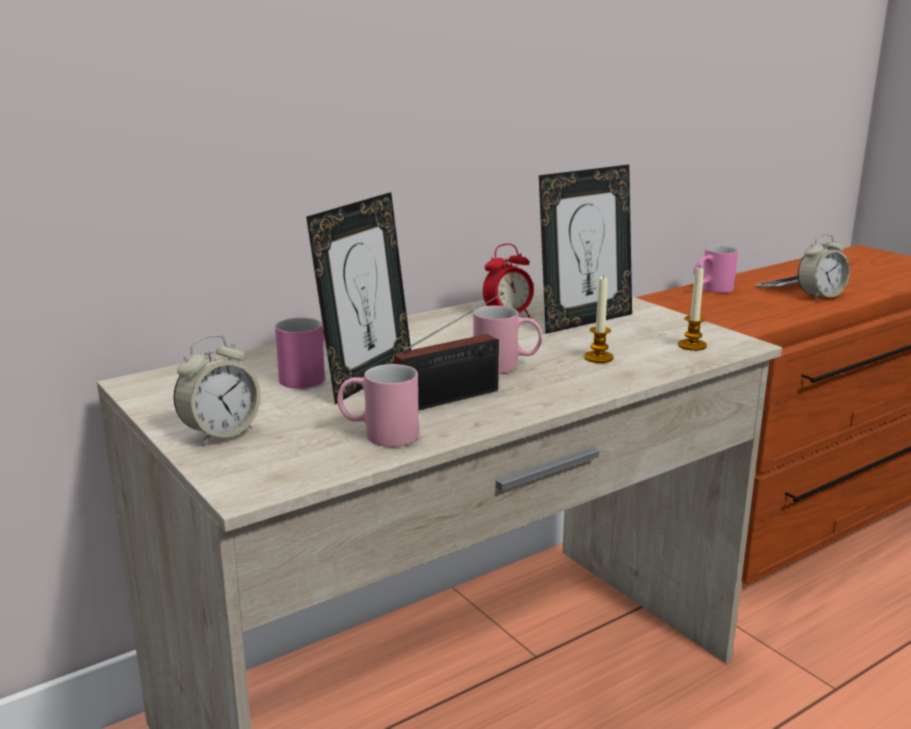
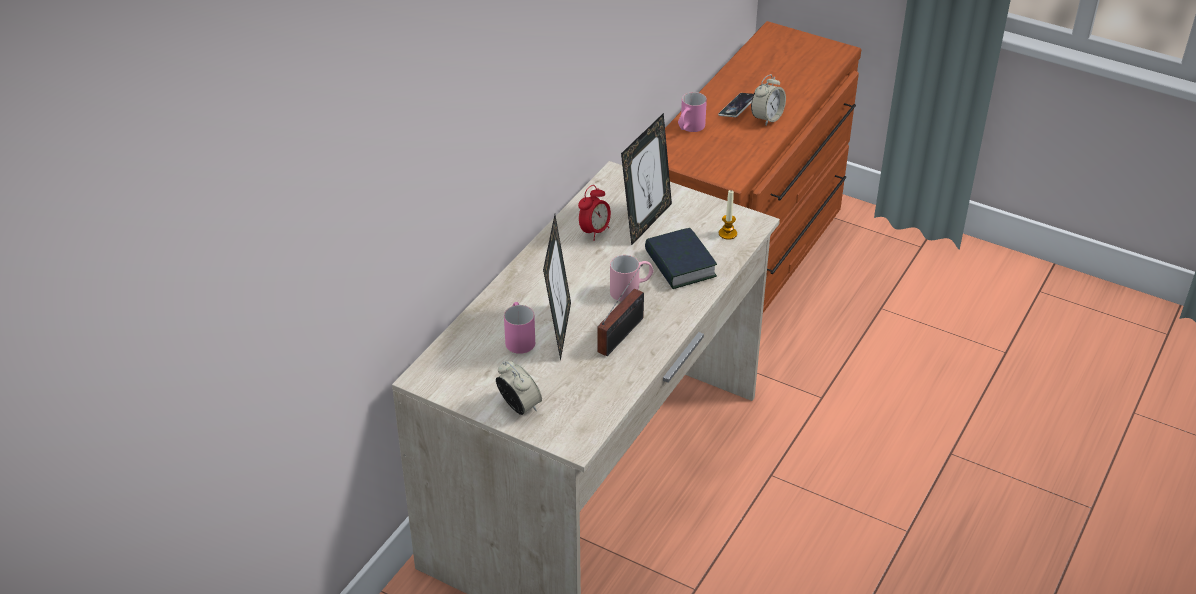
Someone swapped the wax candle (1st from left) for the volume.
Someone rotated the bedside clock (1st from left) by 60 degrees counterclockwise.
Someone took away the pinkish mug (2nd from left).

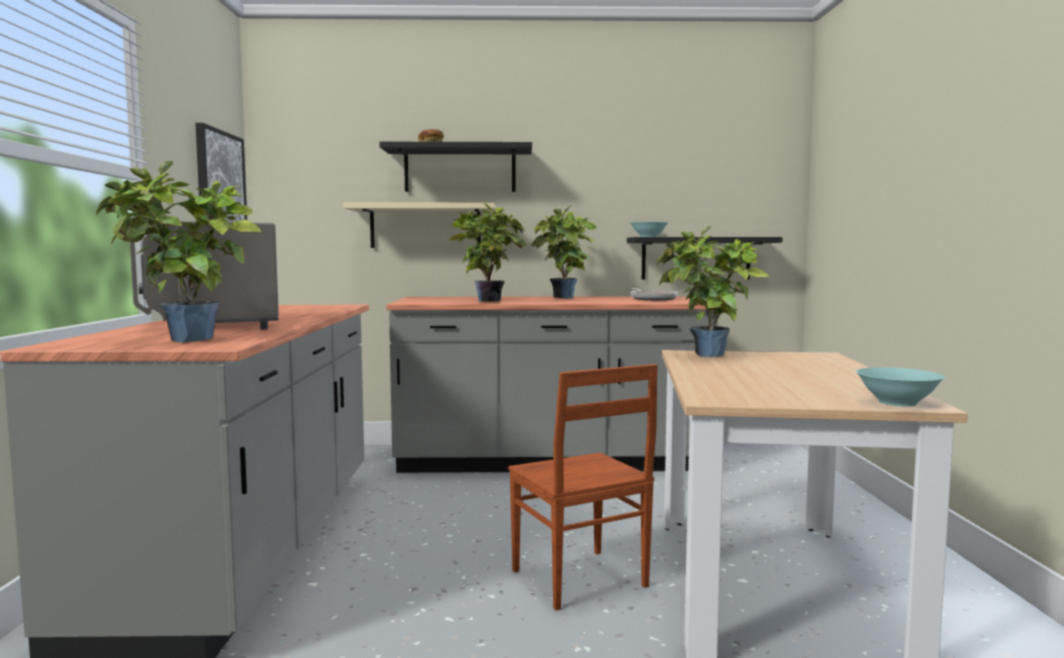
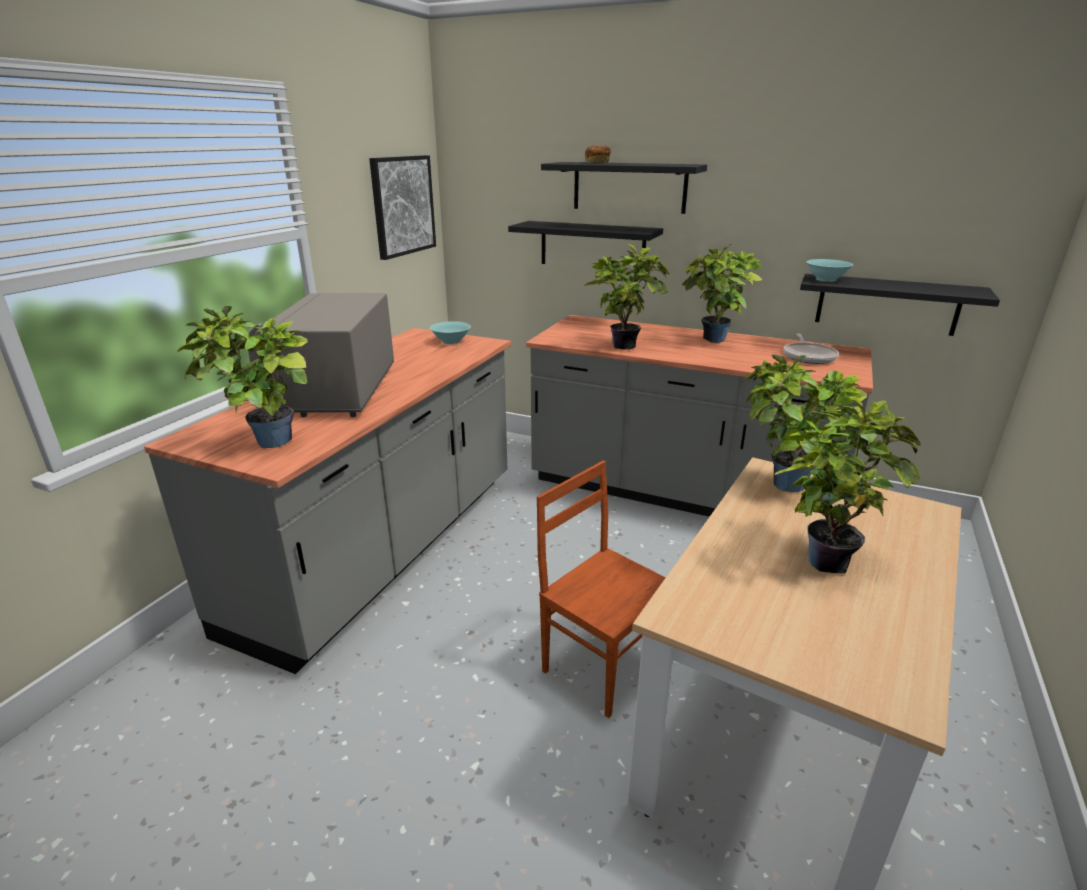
Someone repainted the sand-coloured shelf, which became the black shelf (1st from left).
Someone rotated the brownish upright chair by 135 degrees clockwise.
Someone carried the turquoise bowl (2nd from left in the first image).
Someone put down the potted plant (5th from left).

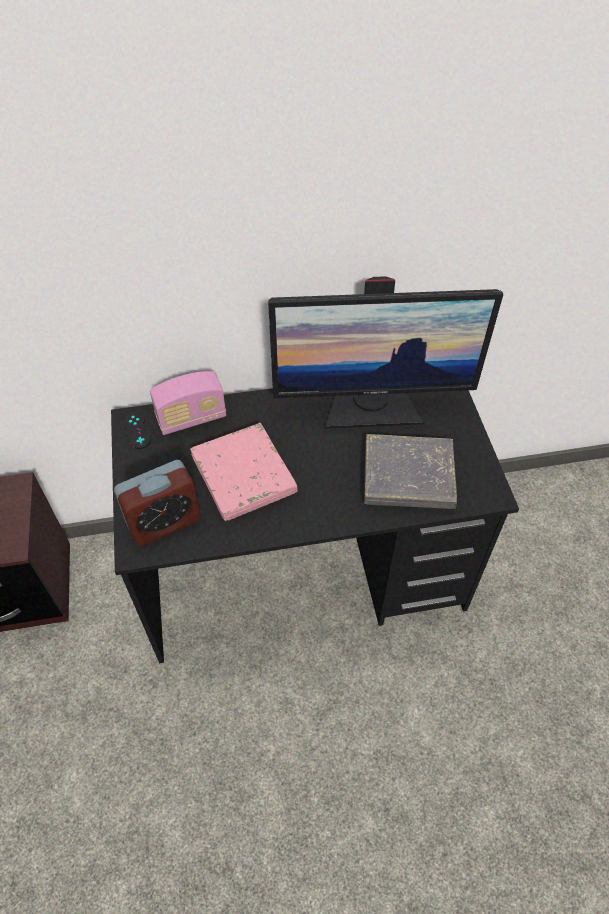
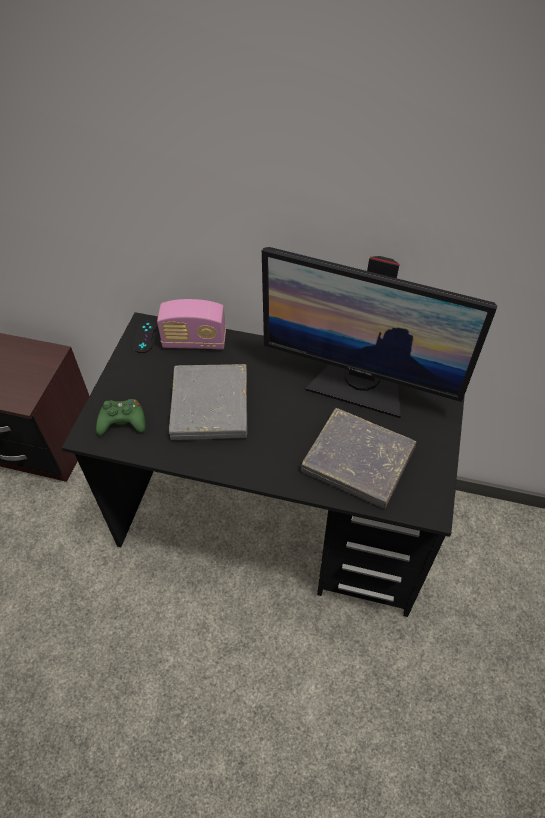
Someone repainted the pinkish volume, which became the grey volume (1st from left).
Someone swapped the bedside clock for the green-coloured gamepad.

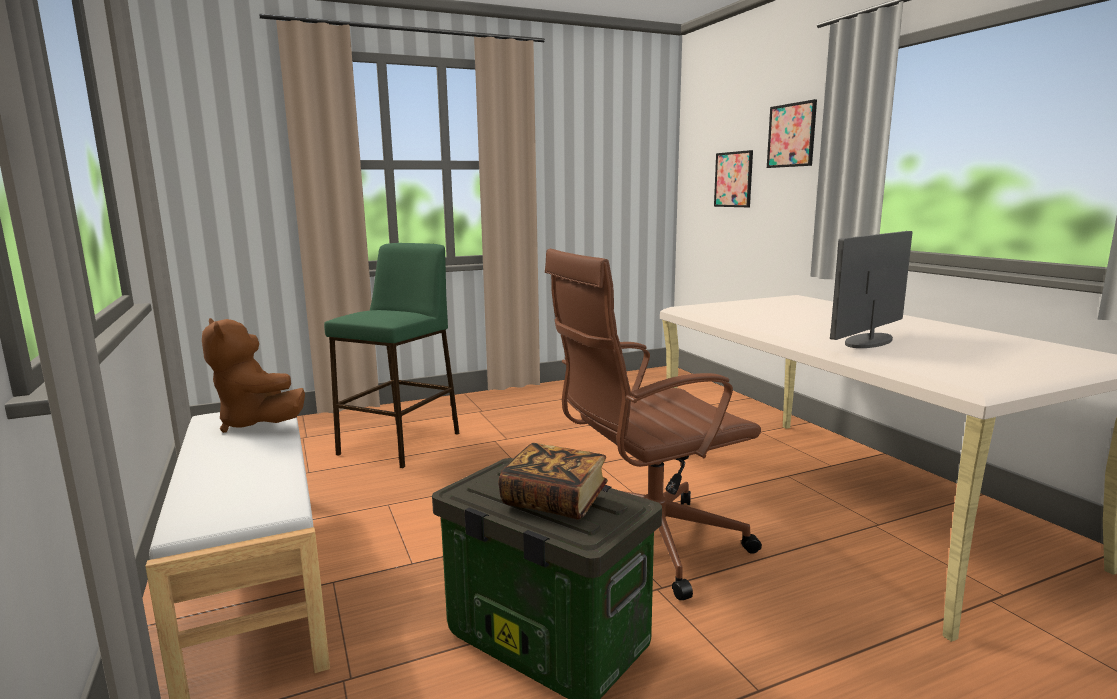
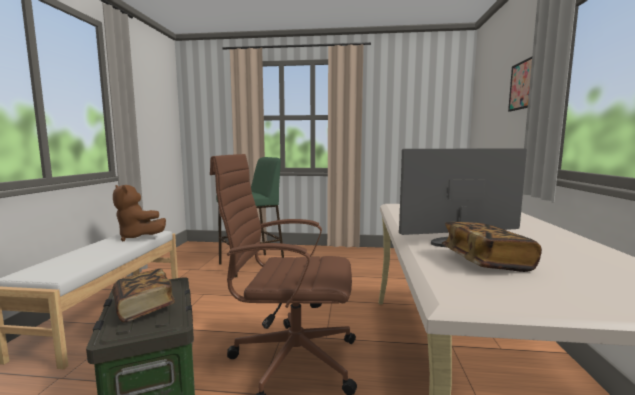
Someone took away the wall picture (1st from left).
Someone rotated the brownish soft toy by 45 degrees counterclockwise.
Someone put down the volume (2nd from left).

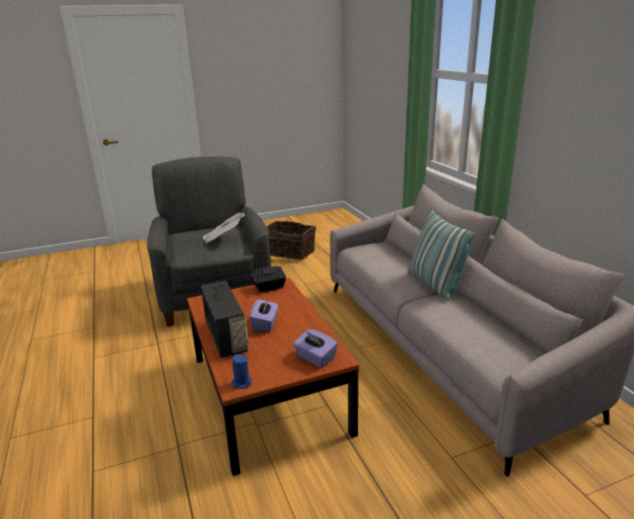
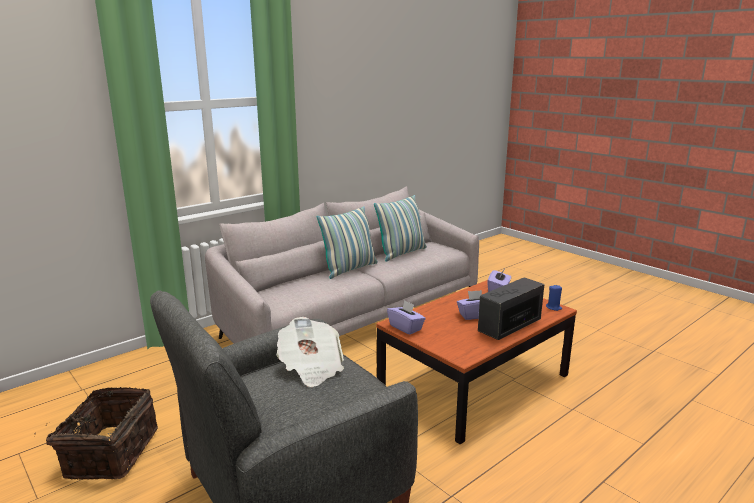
Someone repainted the black tissue box, which became the purplish tissue box (1st from left).
Someone put down the pillow (2nd from left).

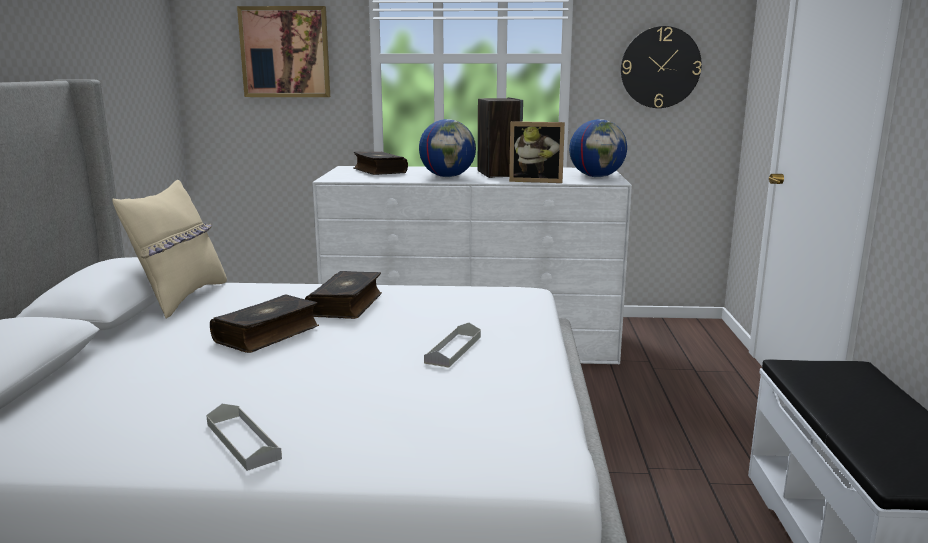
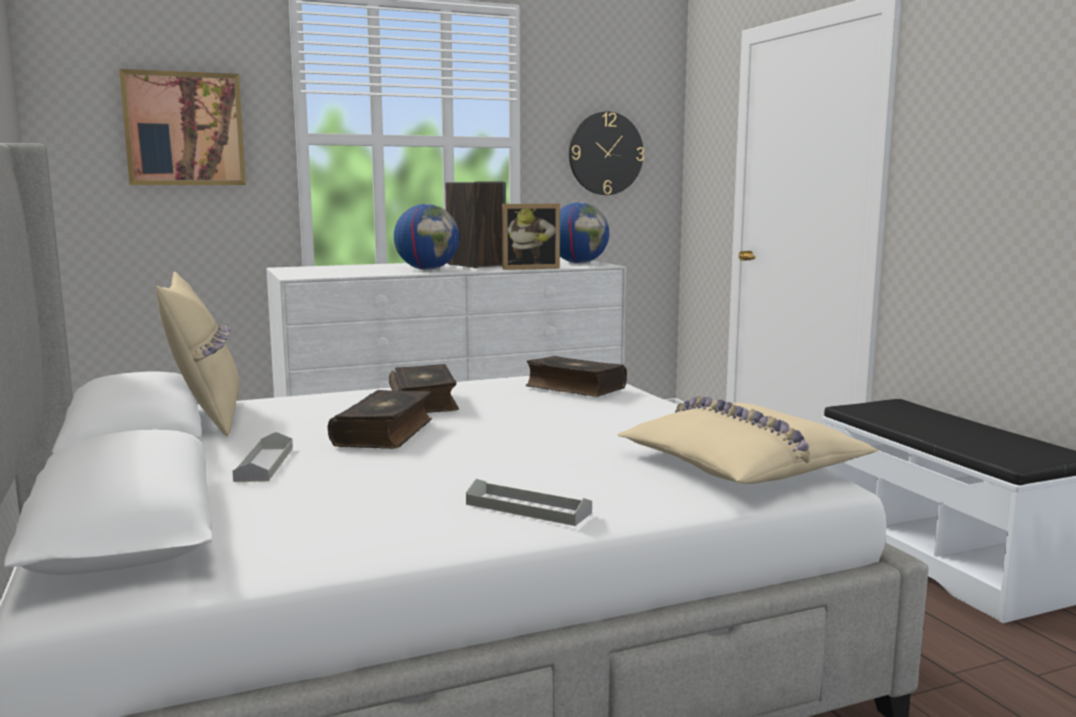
Someone carried the volume (3rd from left).
Someone carried the grey tray (2nd from left in the first image).
Someone put down the sand-coloured pillow (2nd from left).

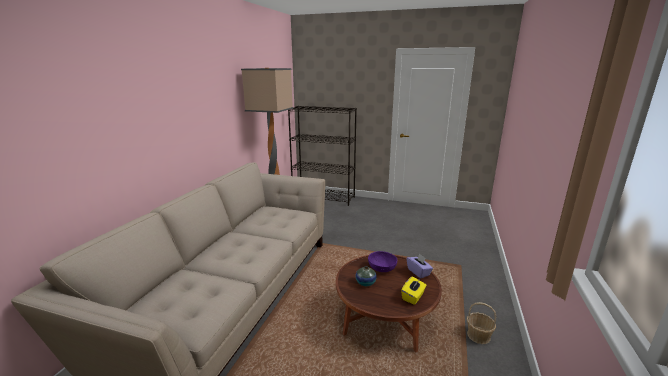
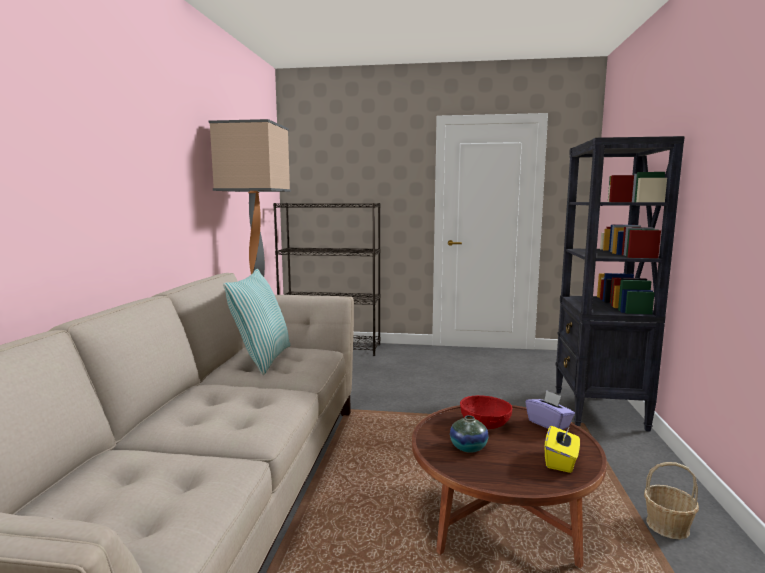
Someone repainted the purplish bowl, which became the red bowl.
Someone put down the black shelving unit (2nd from left).
Someone put down the pillow.

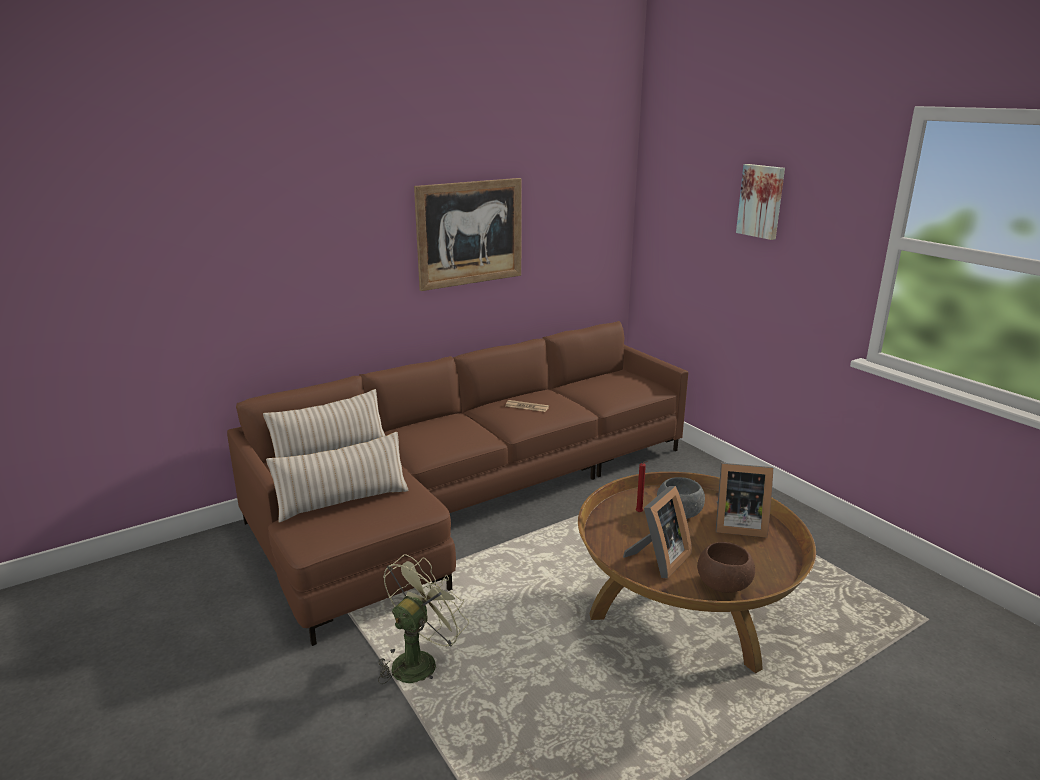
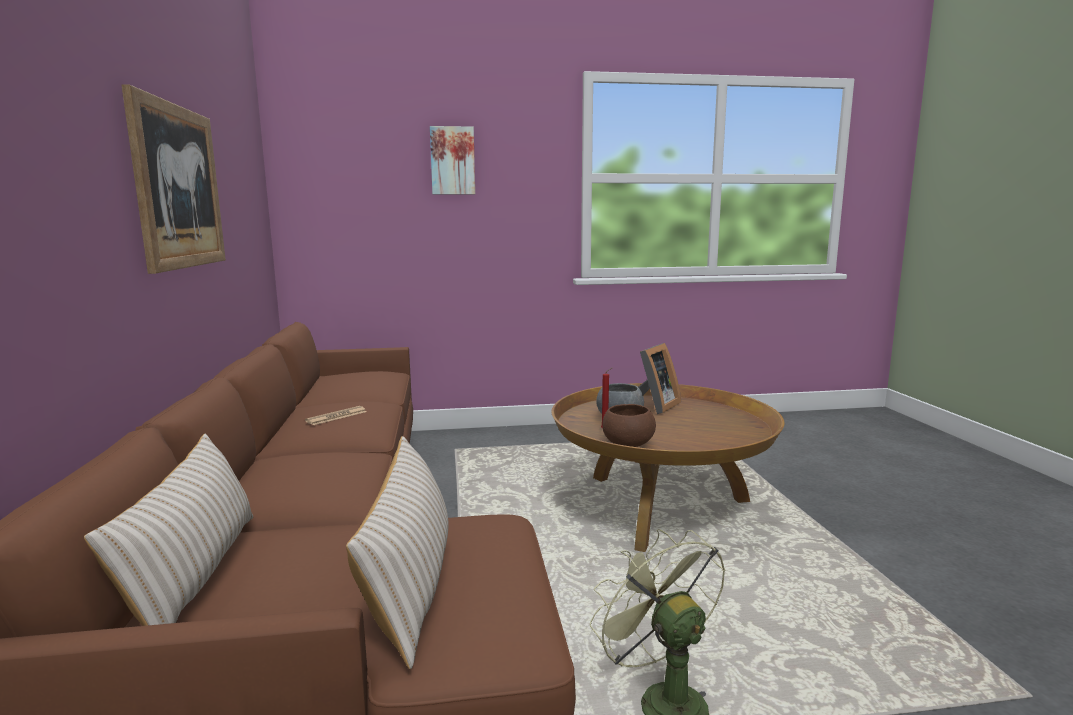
Someone took away the picture frame (1st from left).
Someone carried the brownish bowl.

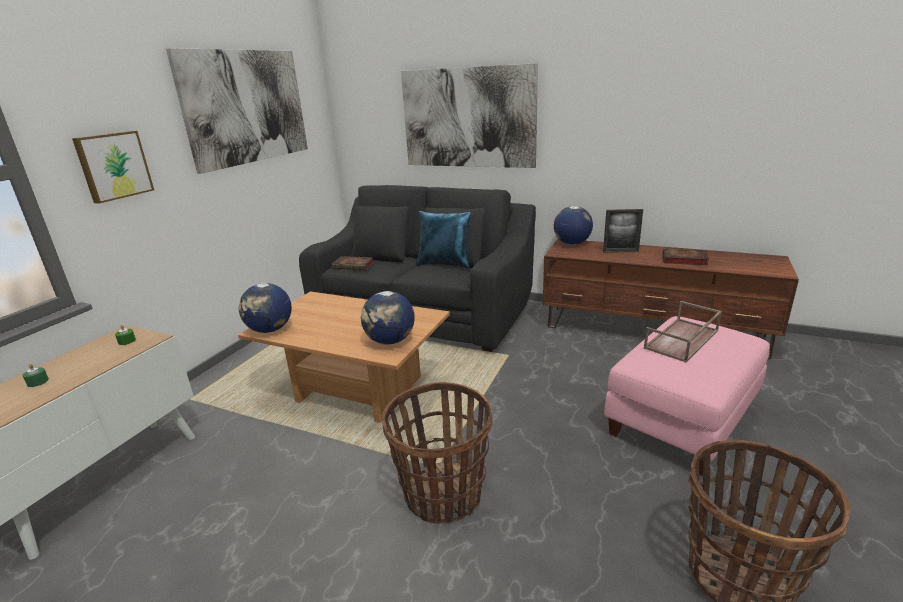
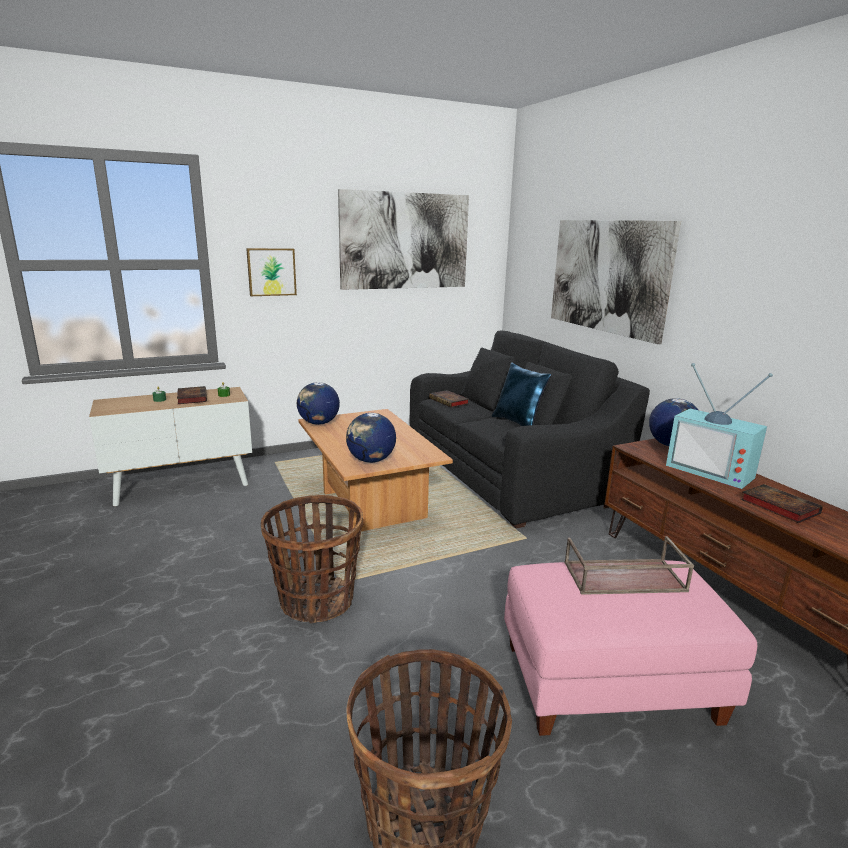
Someone swapped the picture frame for the TV.
Someone put down the volume (1st from left).

